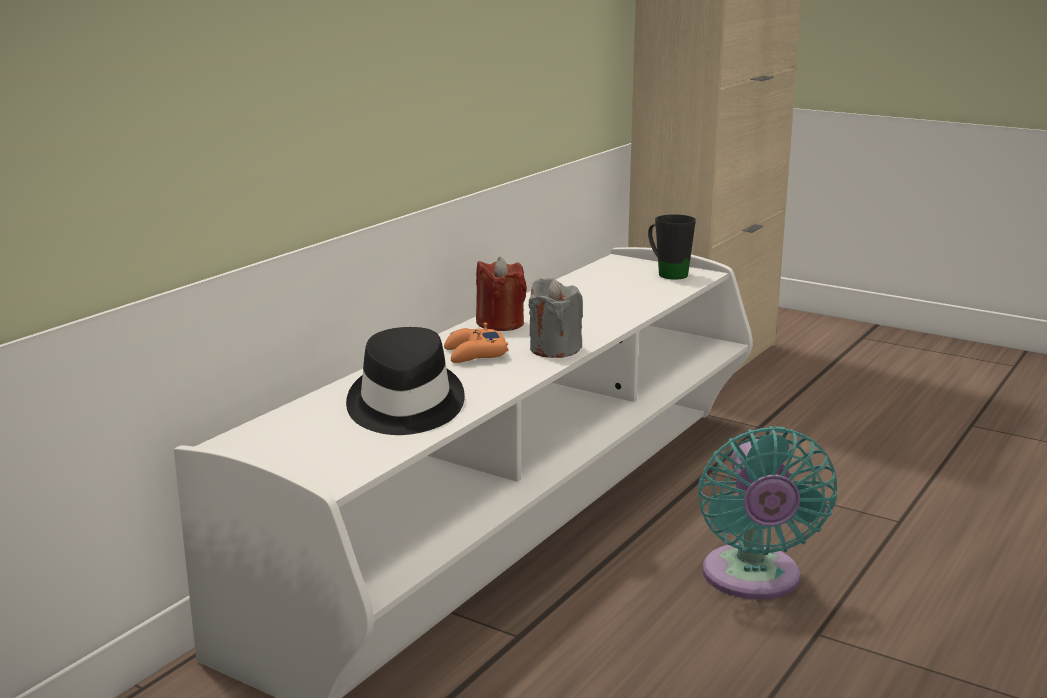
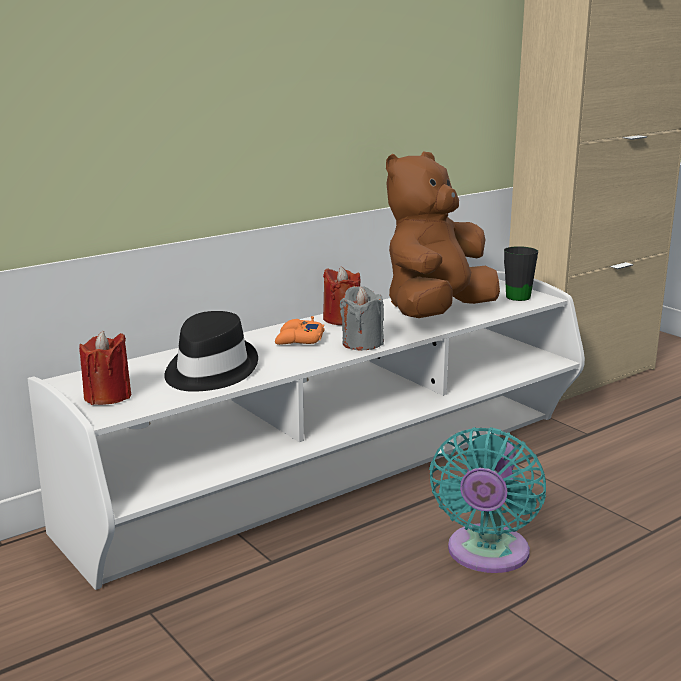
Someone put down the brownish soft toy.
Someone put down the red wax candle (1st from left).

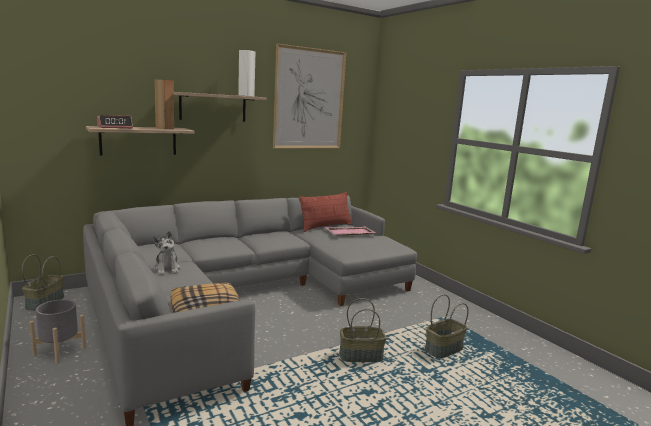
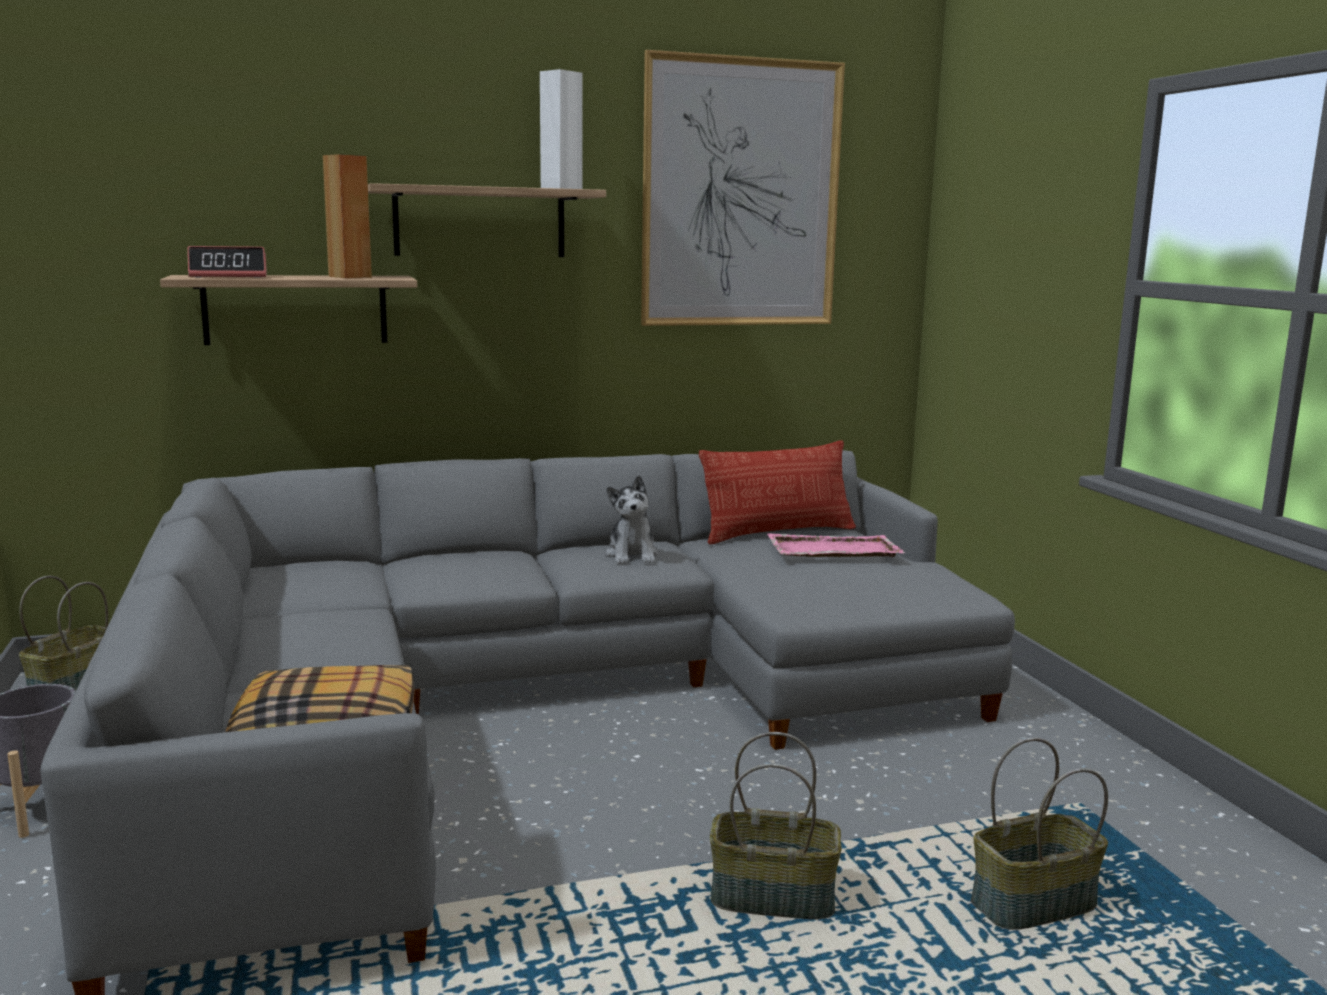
Someone carried the soft toy.

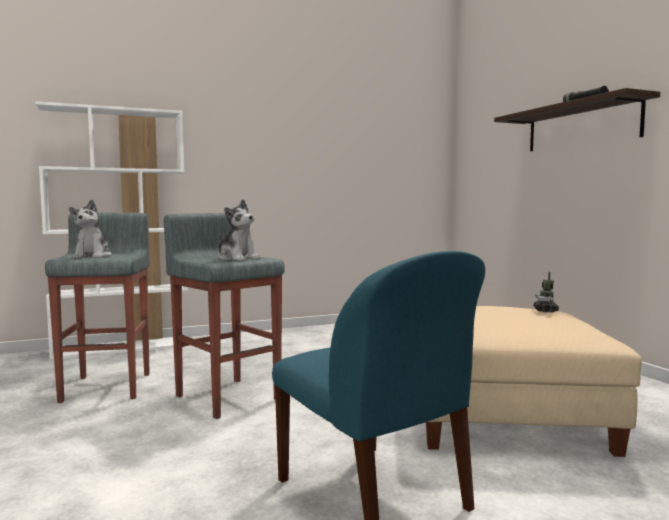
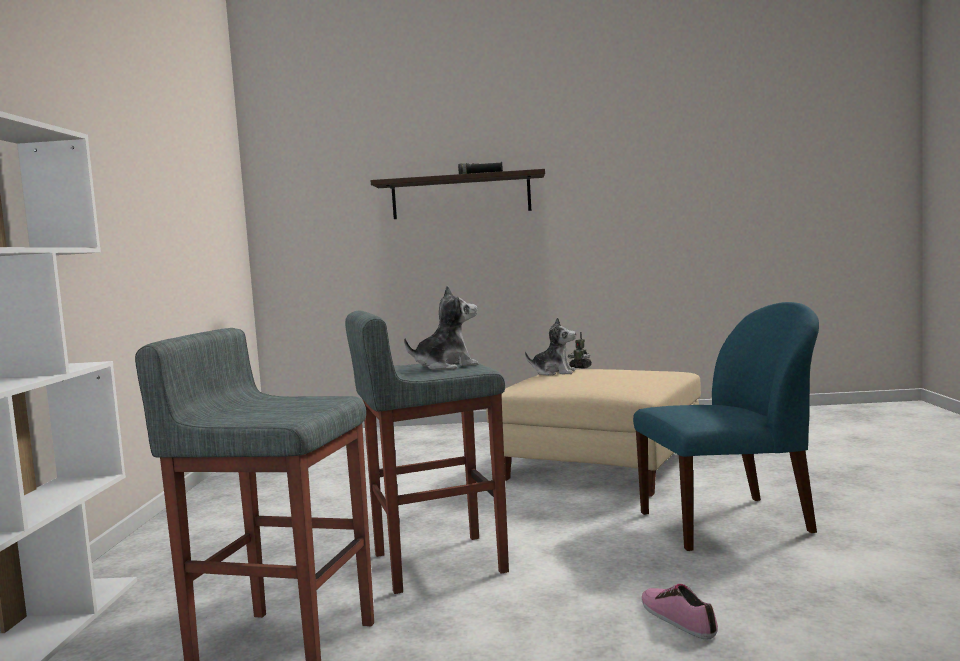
Someone carried the soft toy (1st from left in the first image).
Someone put down the item of footwear.

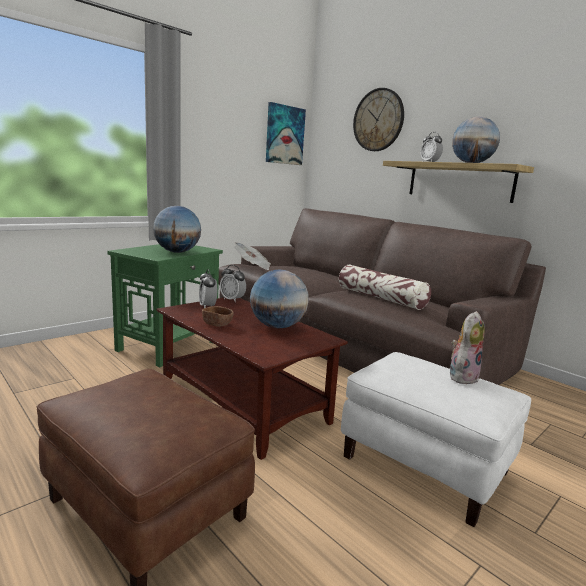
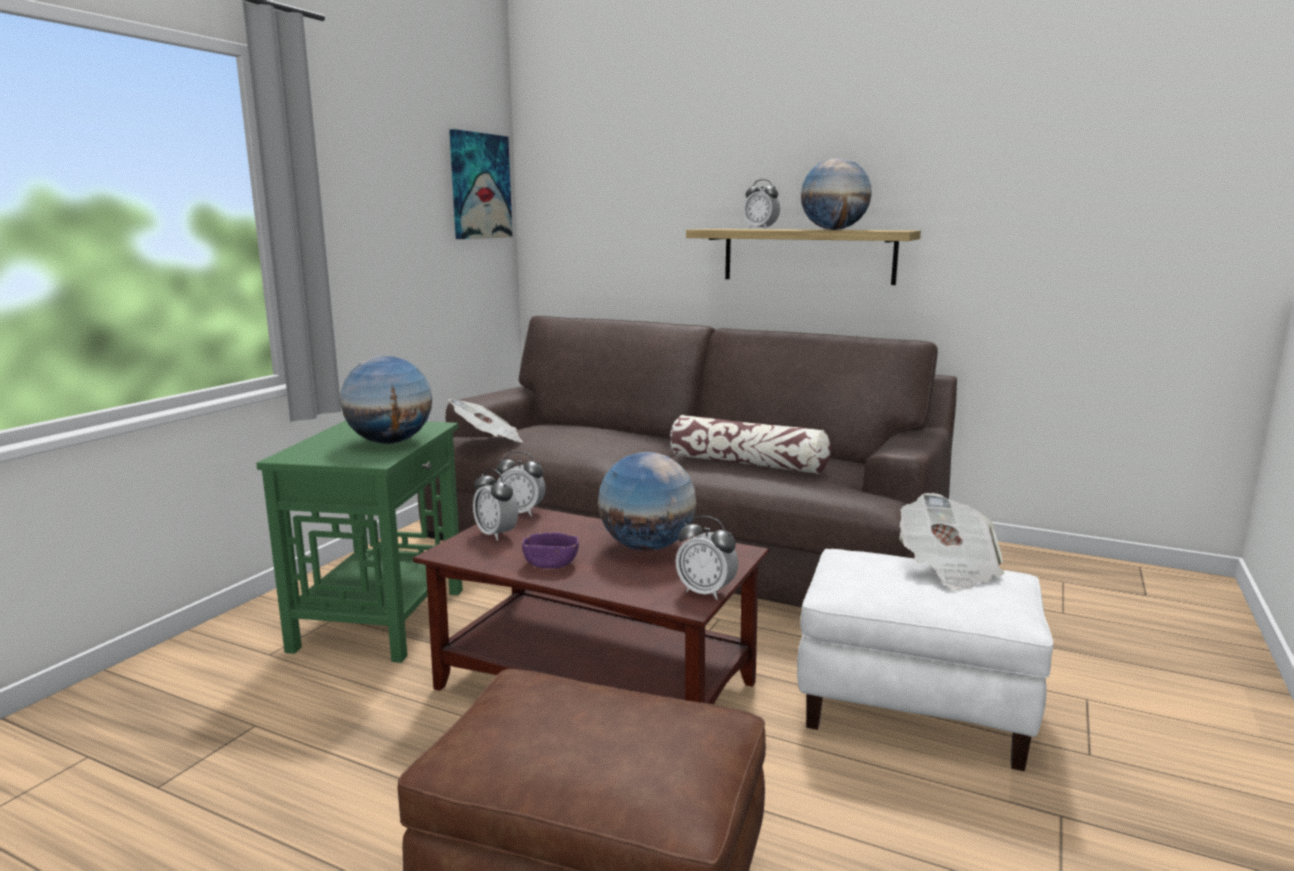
Someone took away the clock on the wall.
Someone repainted the brownish bowl, which became the purplish bowl.
Someone swapped the soft toy for the printed paper (2nd from left).
Someone put down the bedside clock (3rd from left).

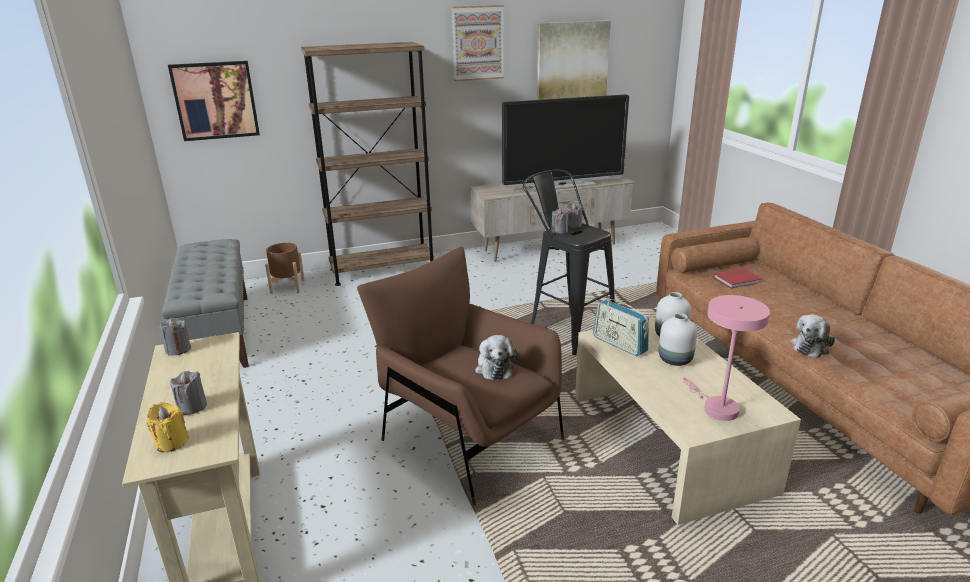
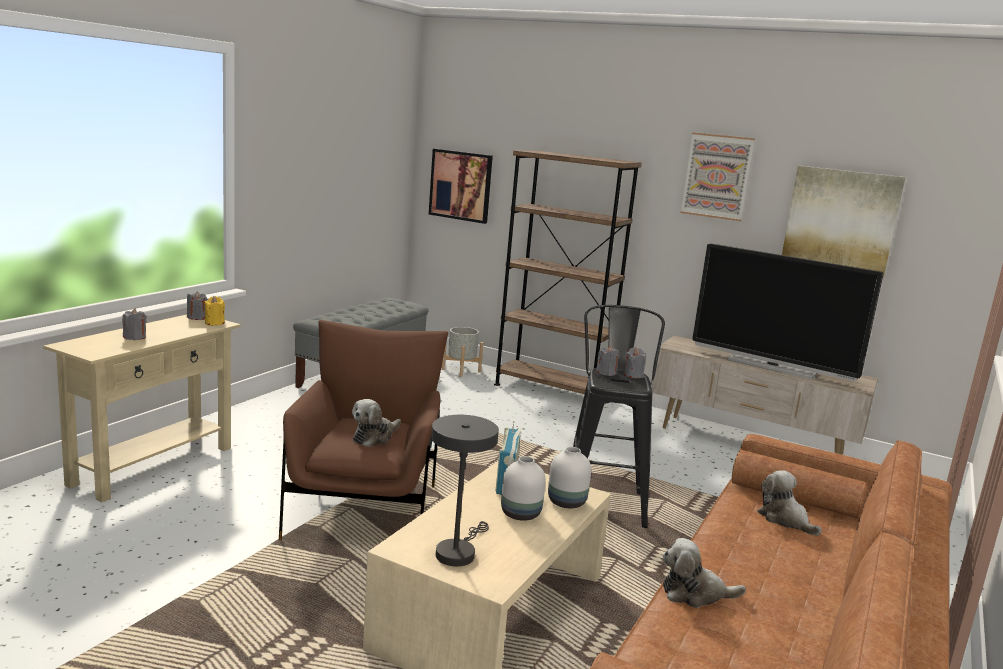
Someone repainted the brownish flower pot, which became the grey flower pot.
Someone swapped the red volume for the soft toy (3rd from left).
Someone repainted the pinkish table lamp, which became the grey table lamp.
Someone carried the yellow wax candle.

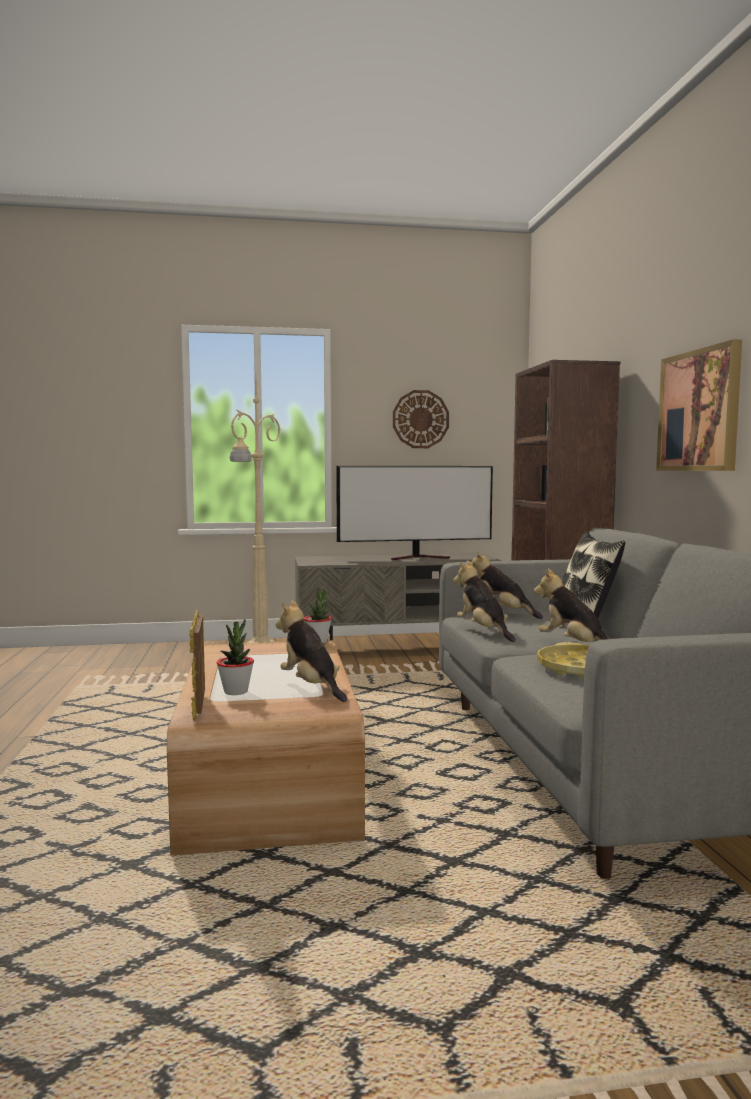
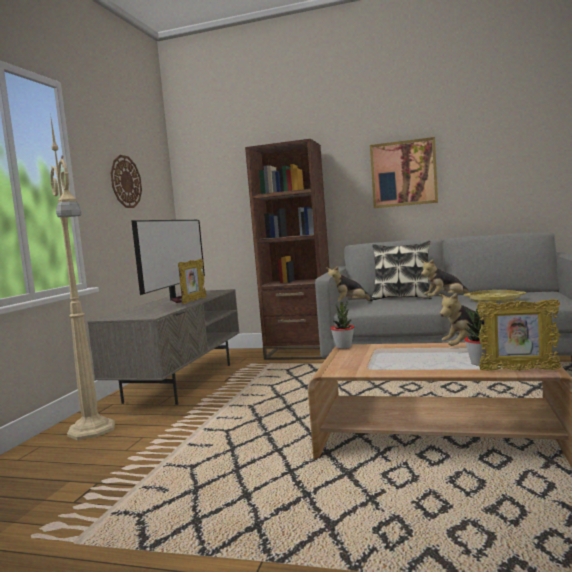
Someone took away the soft toy (2nd from left).
Someone put down the picture frame (1st from left).

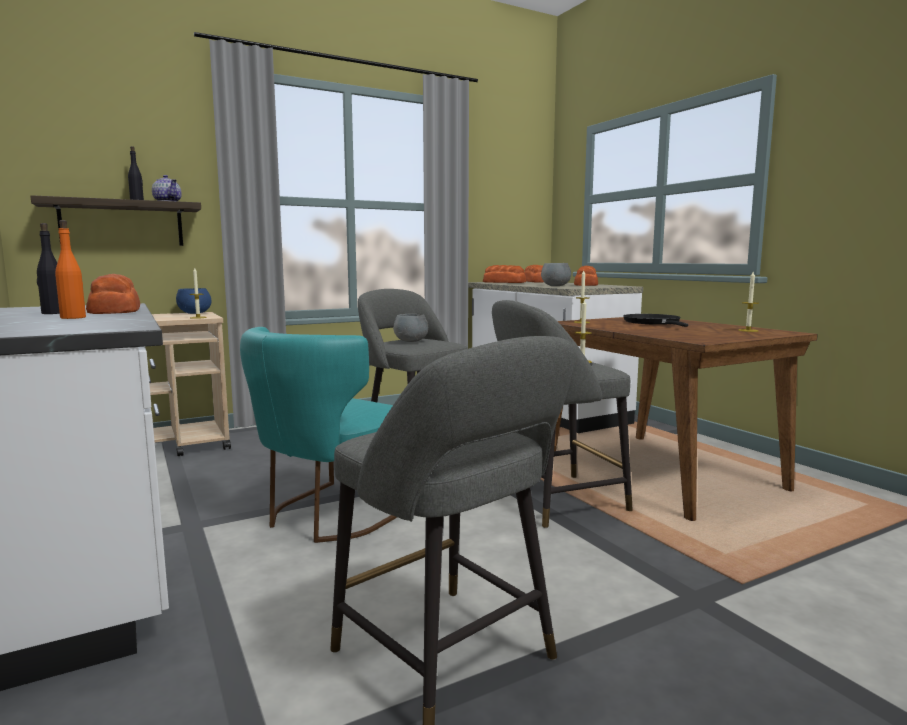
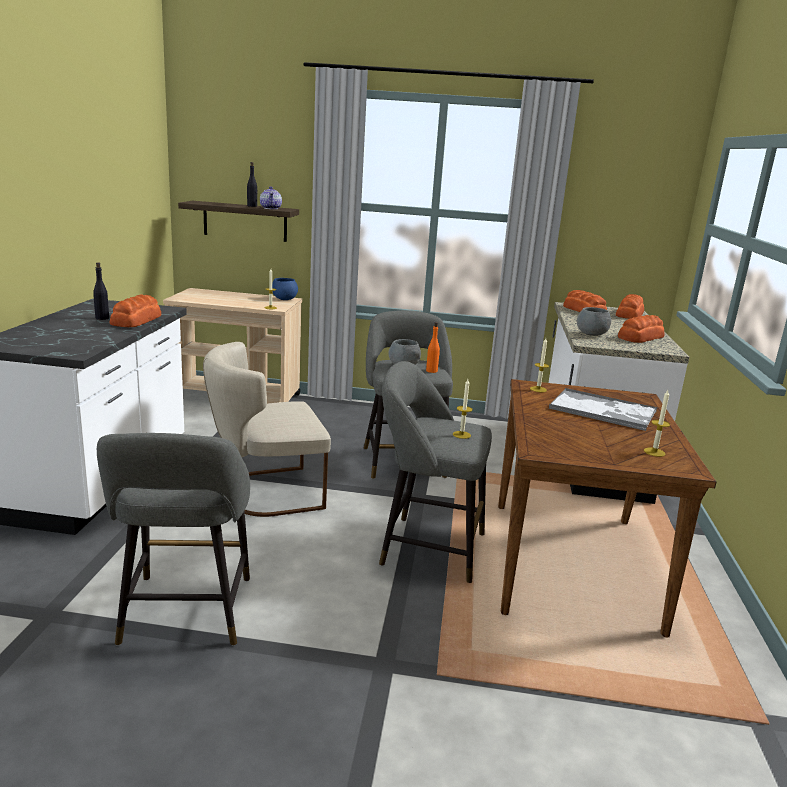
Someone carried the orange-coloured bottle.
Someone swapped the black skillet for the tray.
Someone repainted the turquoise upright chair, which became the sand-coloured upright chair.

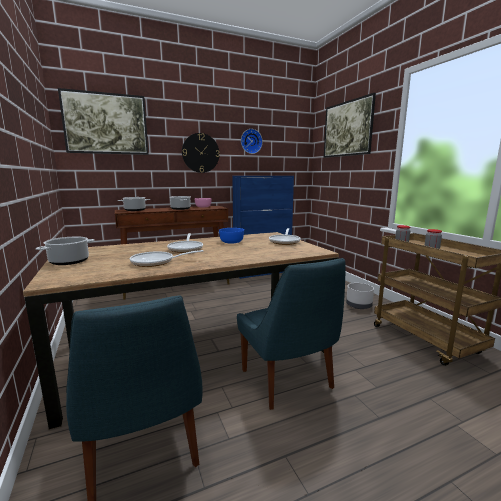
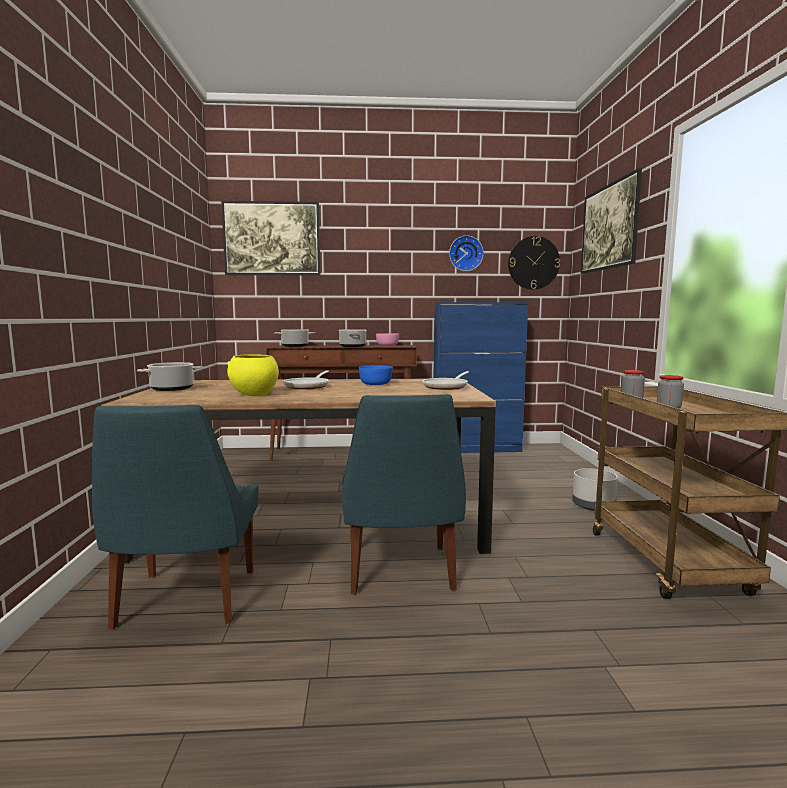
Someone carried the clock on the wall (1st from left in the first image).
Someone swapped the skillet (1st from left) for the yellow bowl.

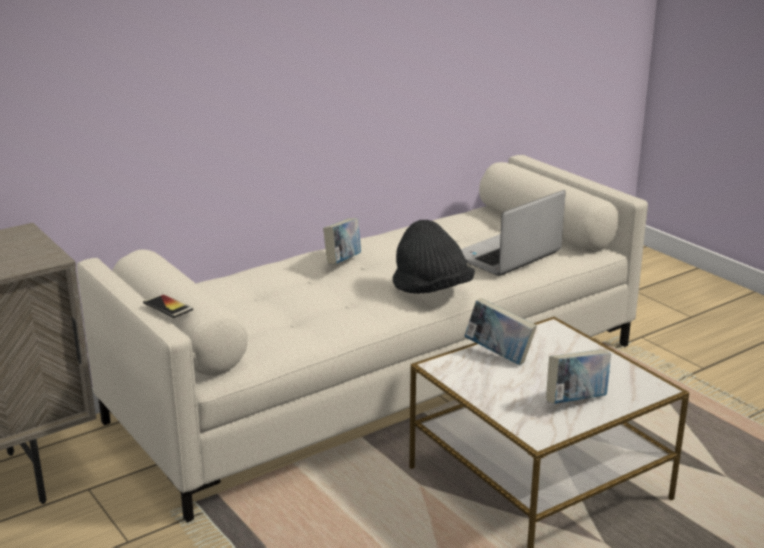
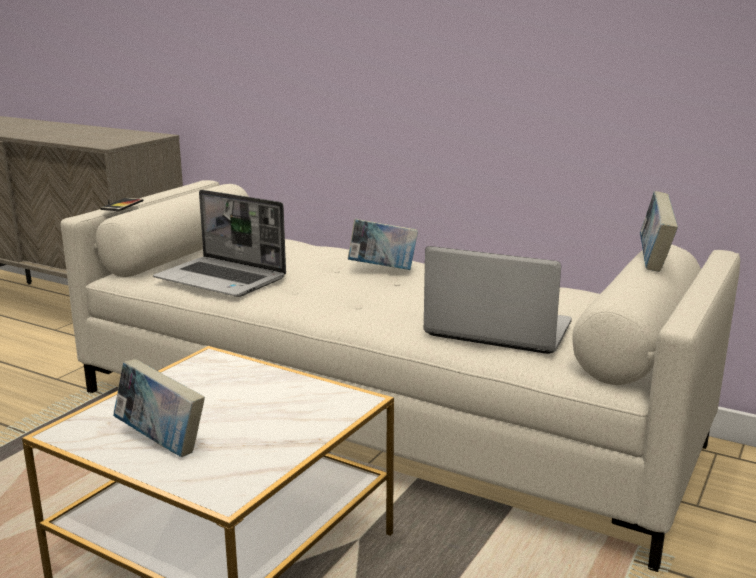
Someone took away the black hat.
Someone carried the volume (2nd from left in the first image).
Someone put down the notebook computer (1st from left).

